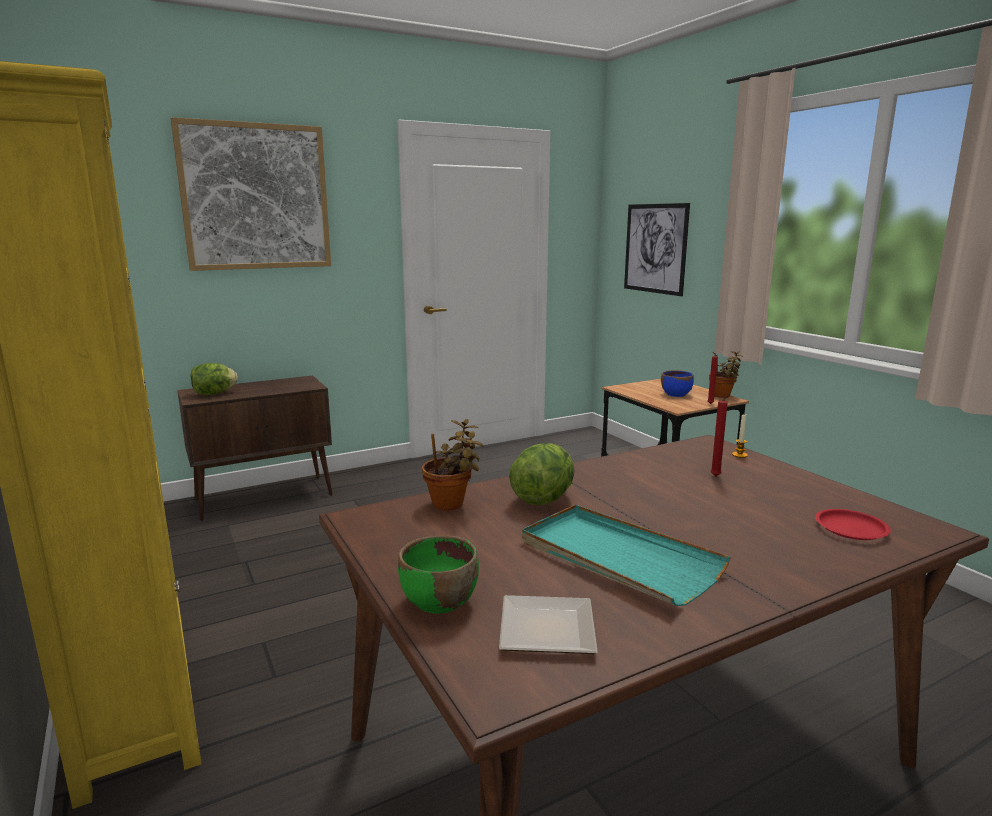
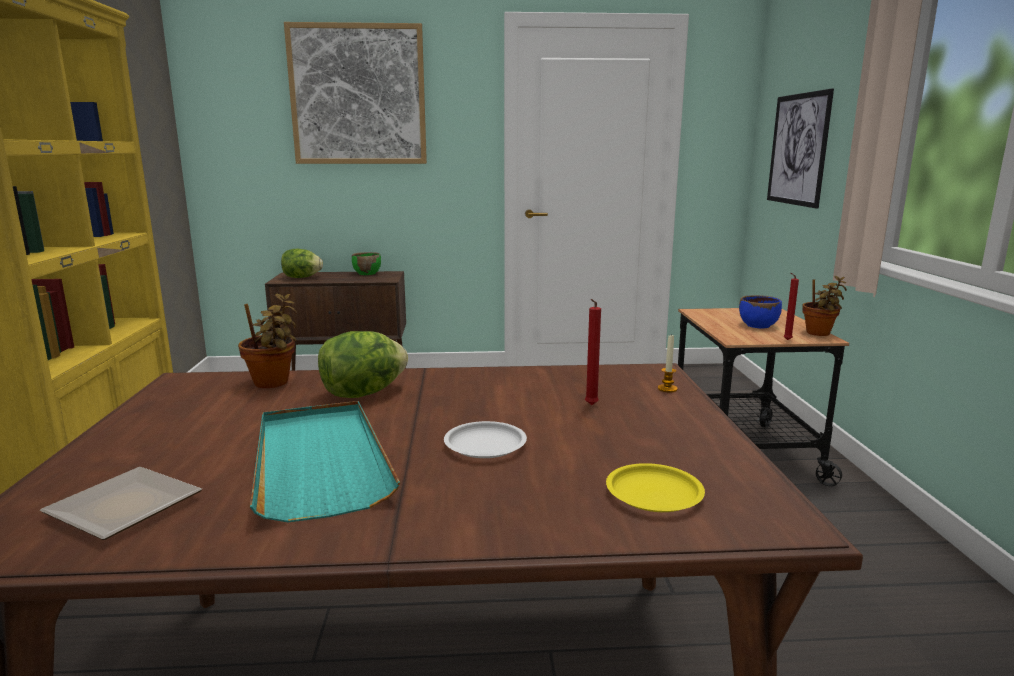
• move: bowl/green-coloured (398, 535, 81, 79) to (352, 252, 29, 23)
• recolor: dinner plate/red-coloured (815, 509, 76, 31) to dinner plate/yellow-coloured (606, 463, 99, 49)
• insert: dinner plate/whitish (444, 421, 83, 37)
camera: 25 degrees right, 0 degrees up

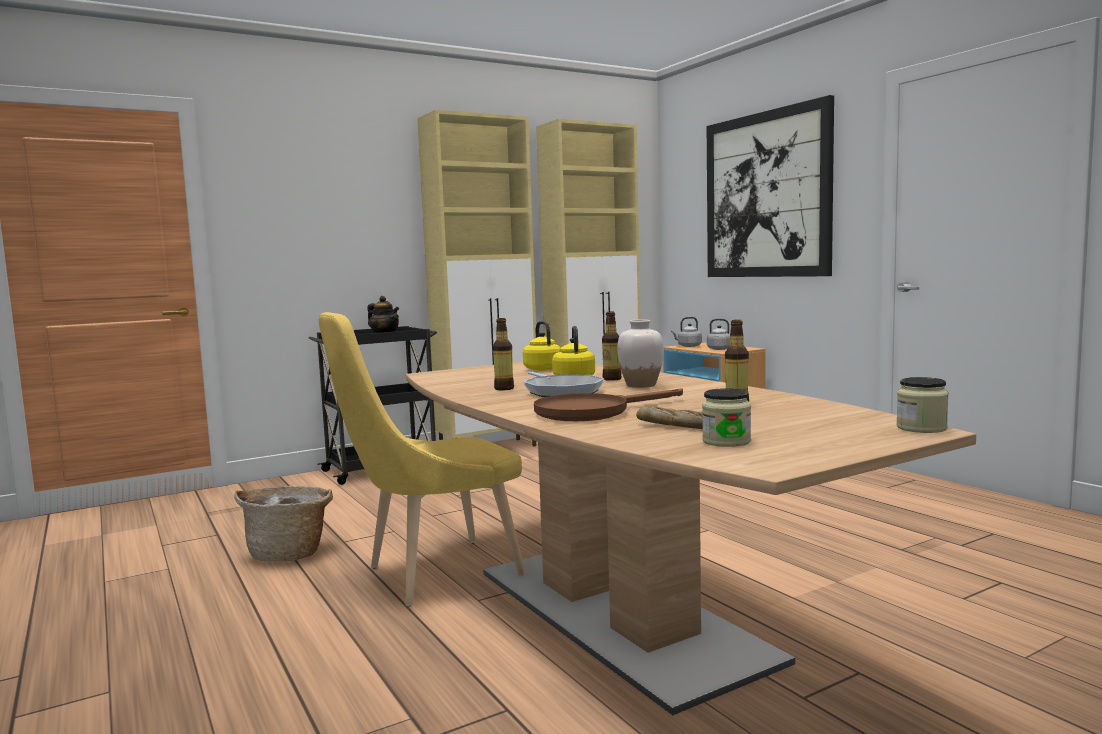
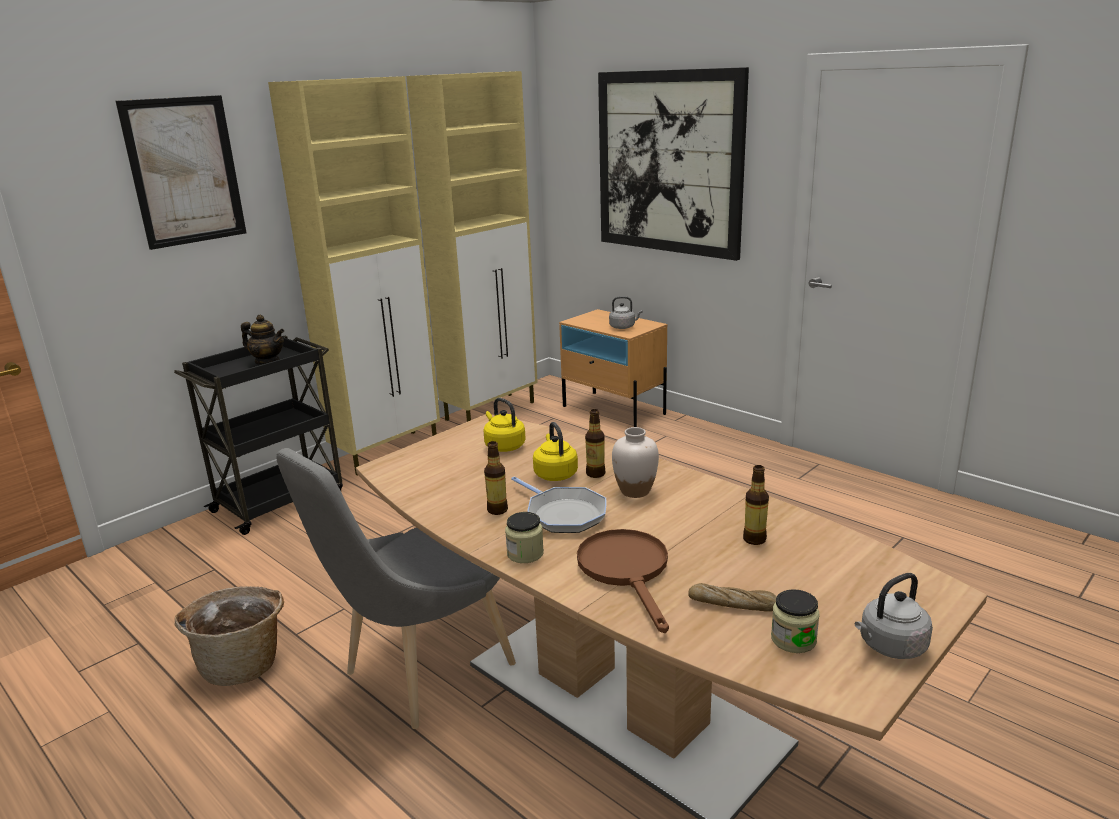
• recolor: plain chair/yellow-coloured (318, 312, 208, 295) to plain chair/gray (276, 448, 240, 281)
• rotate: frying pan/brown-coloured (534, 388, 149, 33) = (577, 529, 92, 104) 120 degrees clockwise
• move: water kettle/gray (671, 317, 31, 30) to (855, 573, 78, 86)
• move: storage jar (896, 377, 53, 56) to (505, 512, 39, 51)
• insert: wall art (116, 95, 131, 155)
camera: 15 degrees left, 15 degrees up

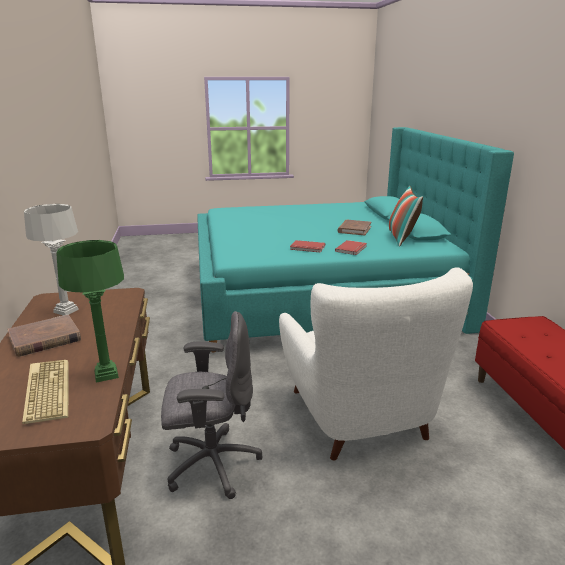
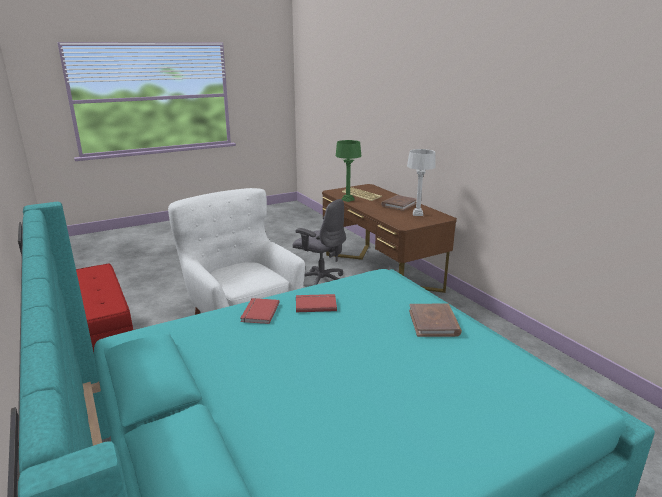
• rotate: computer chair/gray (161, 311, 101, 188) = (293, 199, 53, 86) 120 degrees counterclockwise
• move: bound book/brown-coloured (338, 220, 34, 16) to (409, 304, 53, 33)
• delete: pillow (389, 186, 34, 61)
camera: 160 degrees right, 0 degrees up

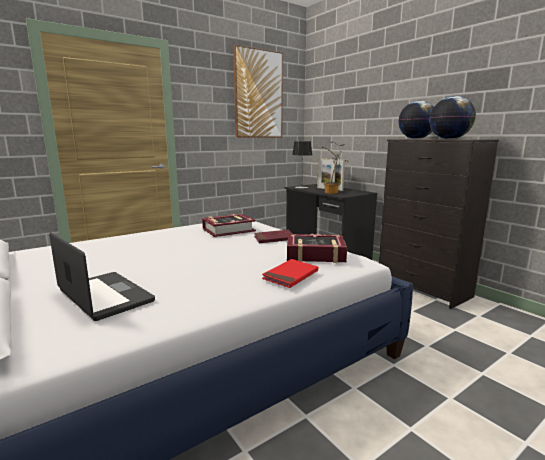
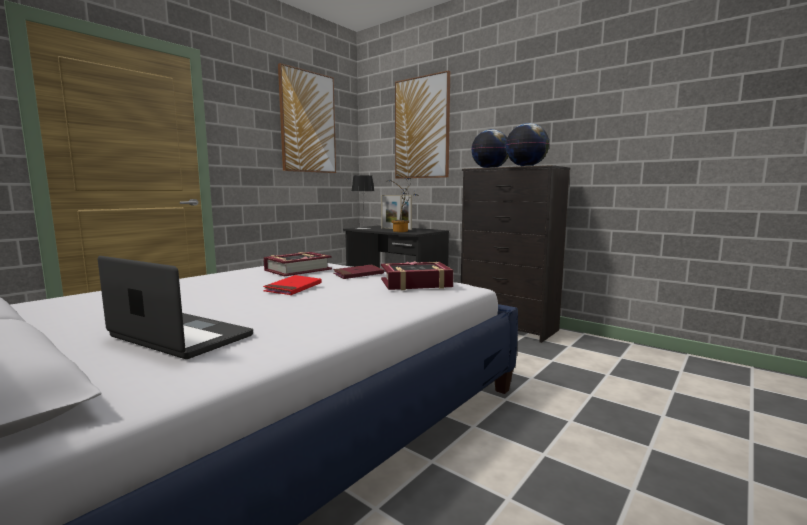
• move: bound book/red-coloured (262, 259, 56, 29) to (263, 275, 59, 20)
• insert: wall art (395, 71, 55, 108)
camera: 15 degrees left, 5 degrees down

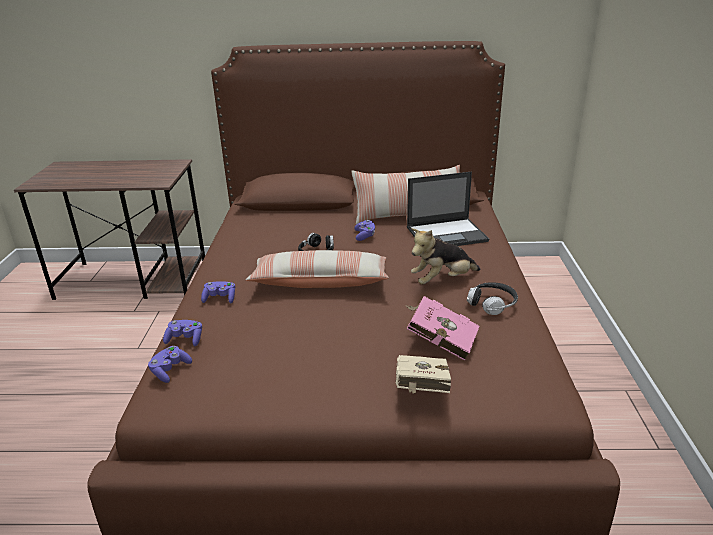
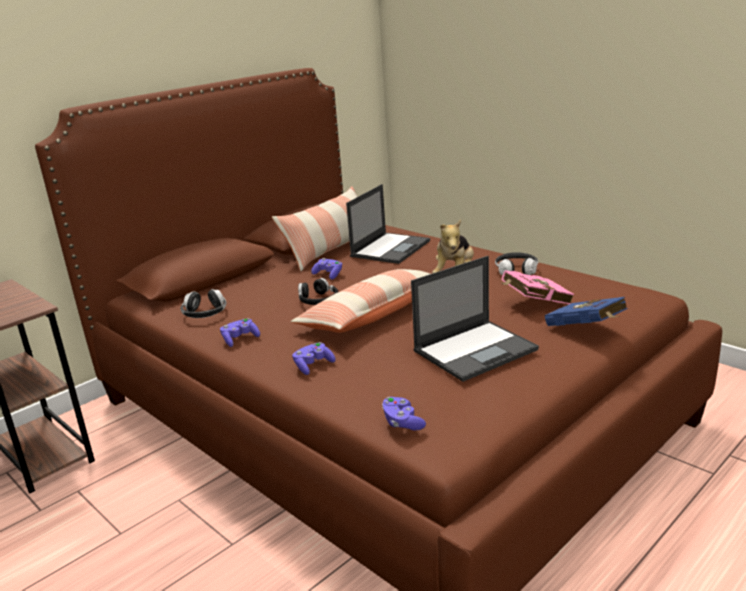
• move: joypad/purple-coloured (163, 320, 39, 26) to (220, 318, 40, 29)
• recolor: bound book/beige-coloured (396, 355, 55, 39) to bound book/blue (545, 297, 82, 29)
• insert: pair of headphones (180, 289, 47, 29)
• insert: laptop (411, 256, 128, 126)
camera: 45 degrees left, 5 degrees down

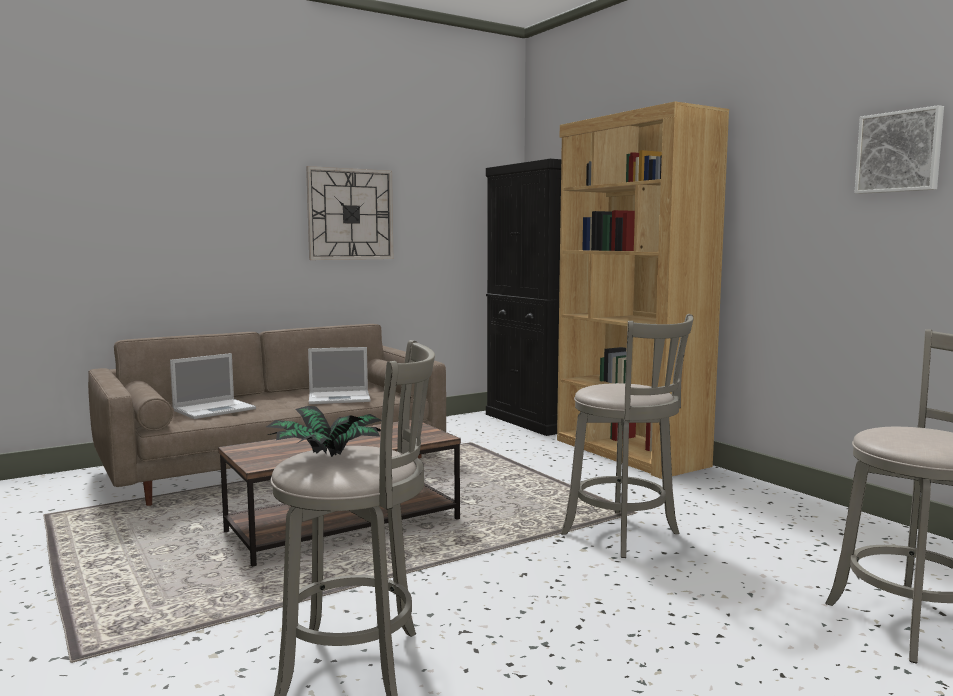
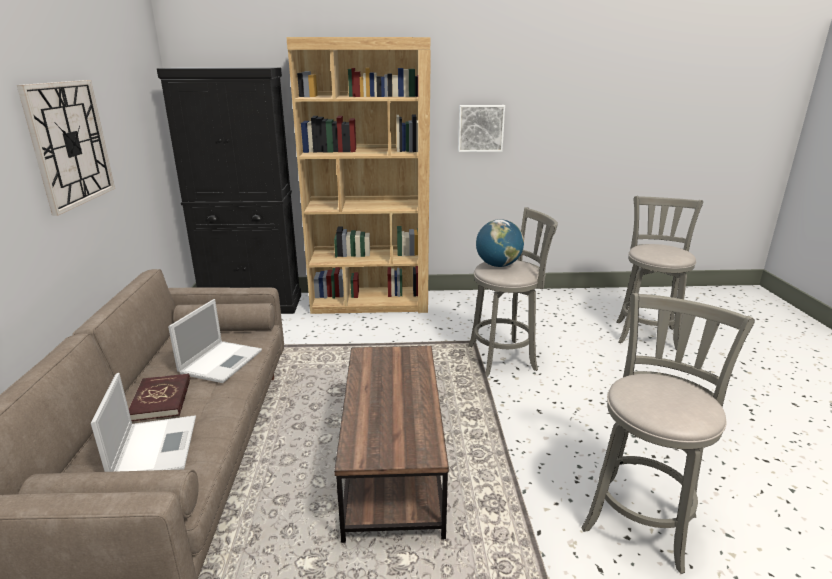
• delete: plant in a pot (266, 406, 115, 51)
• move: wall art (854, 105, 90, 89) to (458, 105, 47, 47)
• insert: bound book/red-coloured (129, 373, 61, 48)
• insert: world globe (476, 219, 48, 48)
camera: 60 degrees left, 15 degrees up

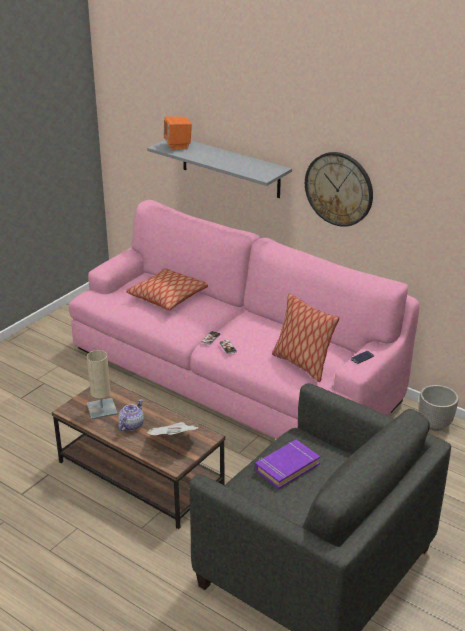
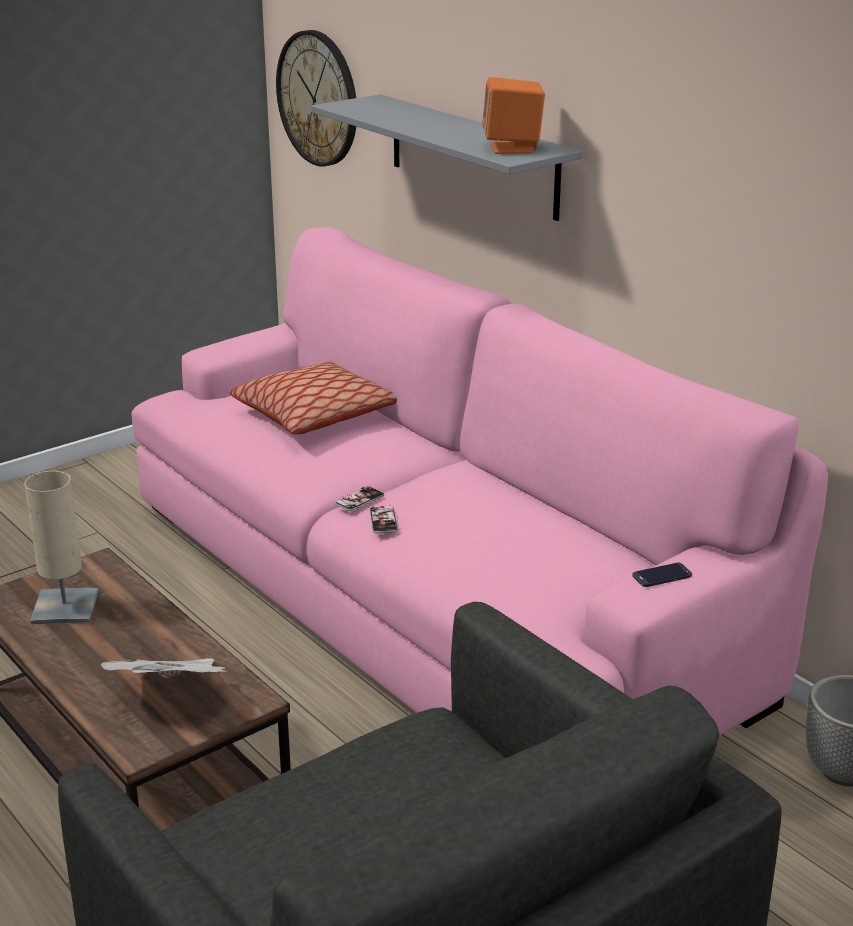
• delete: pot for tea (118, 399, 26, 32)
• move: loudspeaker/orangey (163, 117, 29, 33) to (482, 77, 63, 77)
• delete: bound book/purple-coloured (255, 440, 65, 49)
• delete: pillow (272, 293, 67, 89)
• move: wall clock (305, 152, 68, 75) to (276, 30, 80, 137)
camera: 15 degrees right, 5 degrees down

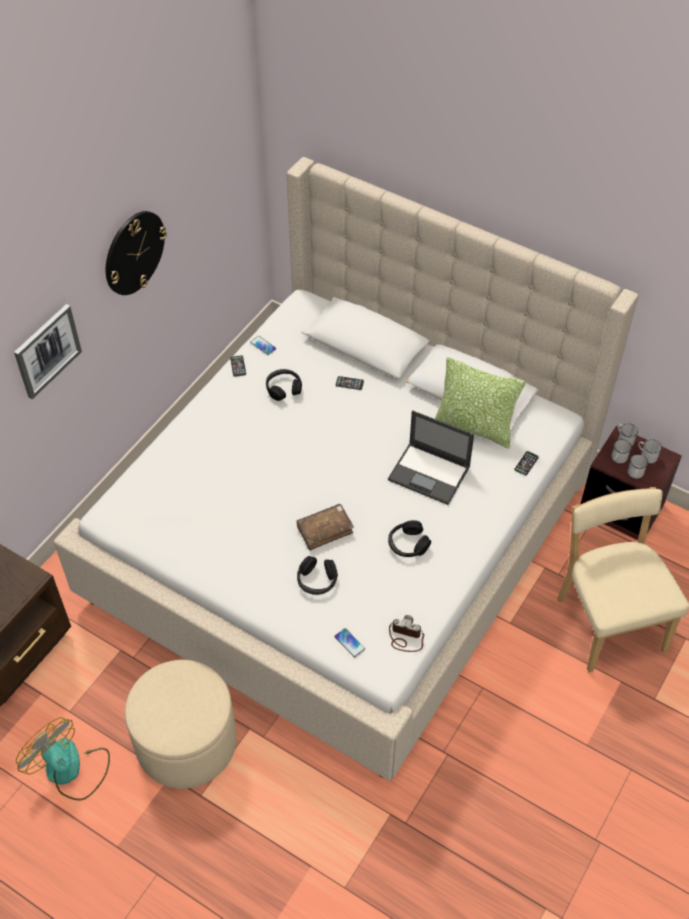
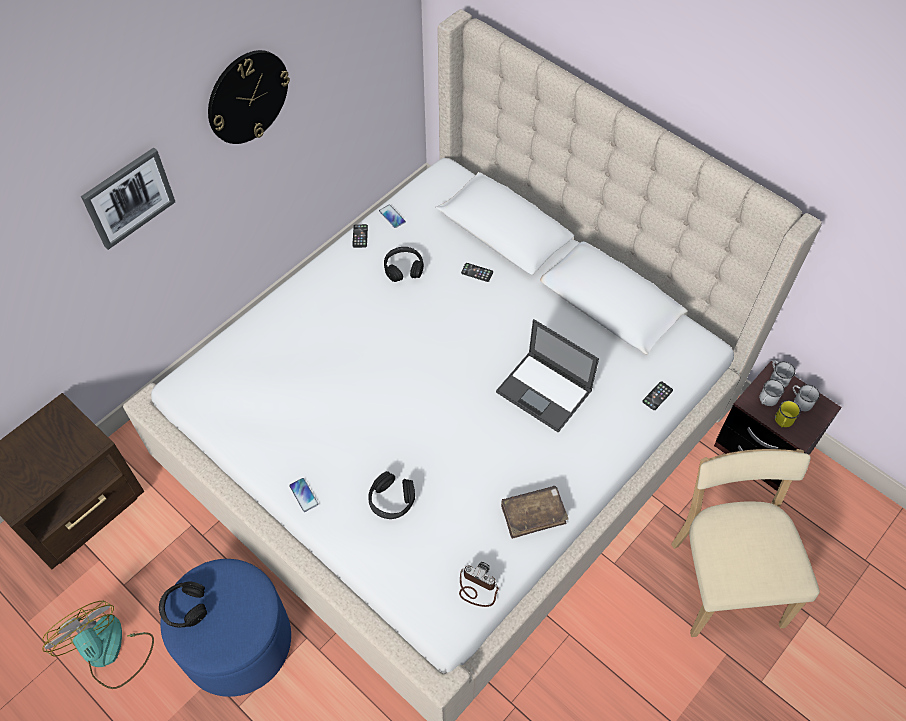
• recolor: pouffe/beige-coloured (125, 660, 112, 129) to pouffe/blue (160, 559, 131, 138)
• move: bound book/brown-coloured (297, 504, 57, 47) to (501, 486, 67, 53)
• move: telephone (334, 628, 31, 29) to (289, 478, 29, 34)
• move: pair of headphones/black (388, 520, 43, 37) to (159, 581, 48, 47)
• delete: pillow (435, 357, 91, 92)
• recolor: tea mug/whitish (627, 454, 21, 25) to tea mug/yellow-coloured (775, 400, 26, 28)
camera: 10 degrees right, 5 degrees up

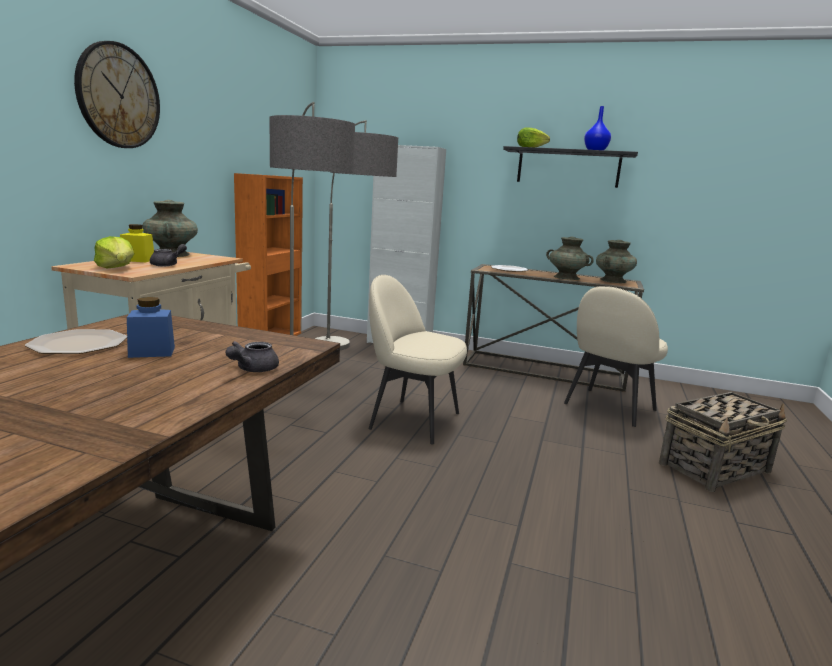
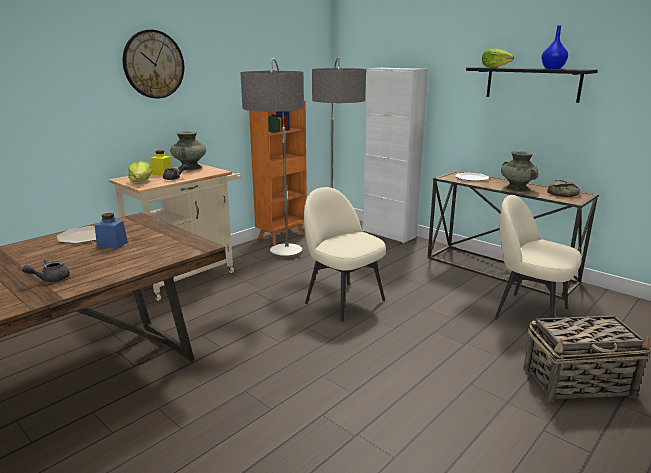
• move: pot for tea/gray (225, 341, 54, 31) to (22, 259, 48, 23)
• rotate: plain chair/beige-coloured (564, 286, 104, 141) = (494, 195, 88, 125) 60 degrees clockwise
• replace: decorative vase/turquoise (596, 240, 41, 43) to bakery bread (547, 180, 33, 17)
camera: 25 degrees right, 5 degrees up

